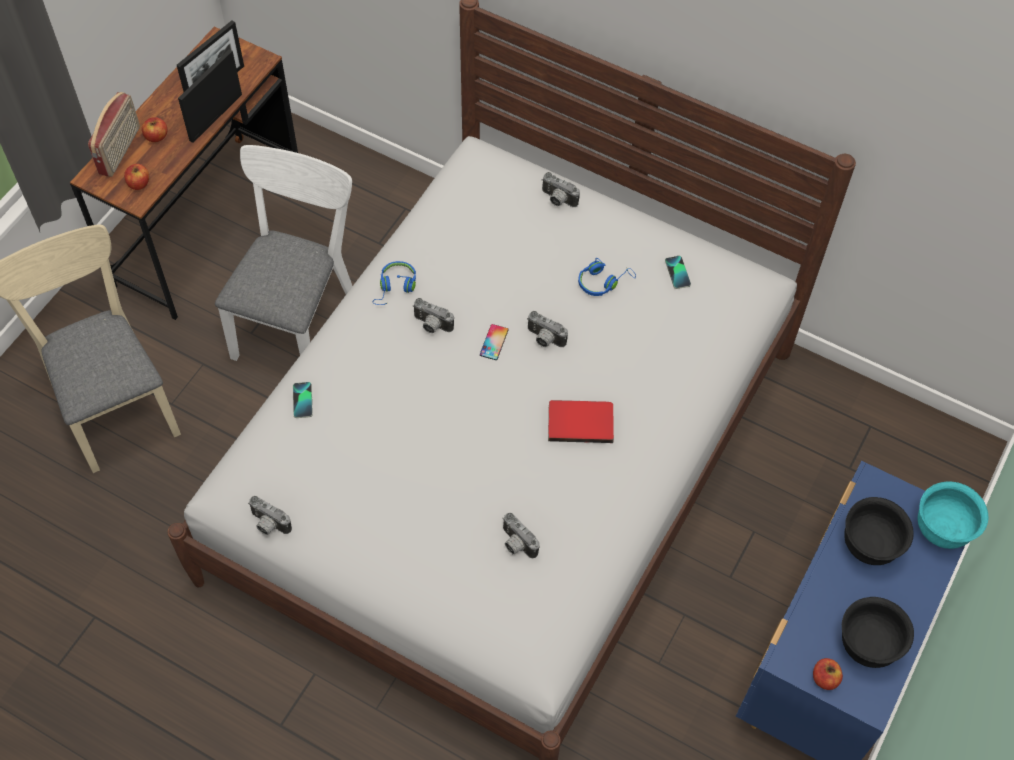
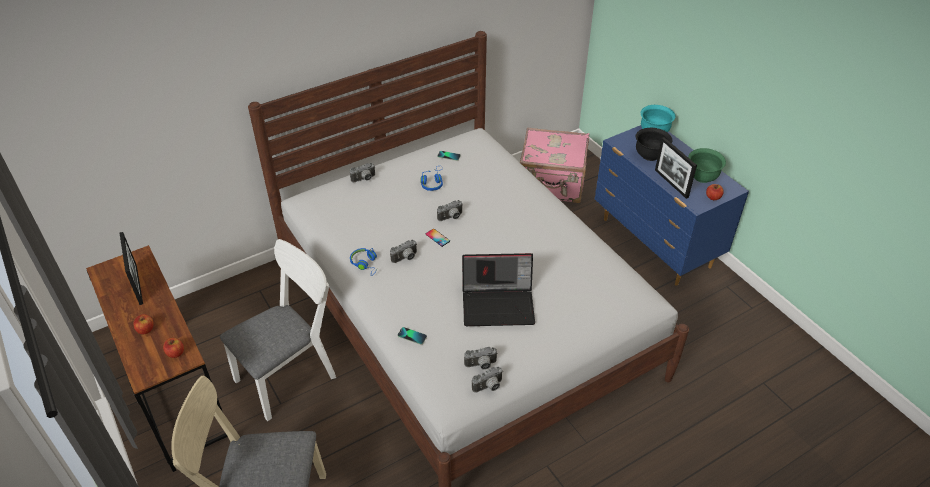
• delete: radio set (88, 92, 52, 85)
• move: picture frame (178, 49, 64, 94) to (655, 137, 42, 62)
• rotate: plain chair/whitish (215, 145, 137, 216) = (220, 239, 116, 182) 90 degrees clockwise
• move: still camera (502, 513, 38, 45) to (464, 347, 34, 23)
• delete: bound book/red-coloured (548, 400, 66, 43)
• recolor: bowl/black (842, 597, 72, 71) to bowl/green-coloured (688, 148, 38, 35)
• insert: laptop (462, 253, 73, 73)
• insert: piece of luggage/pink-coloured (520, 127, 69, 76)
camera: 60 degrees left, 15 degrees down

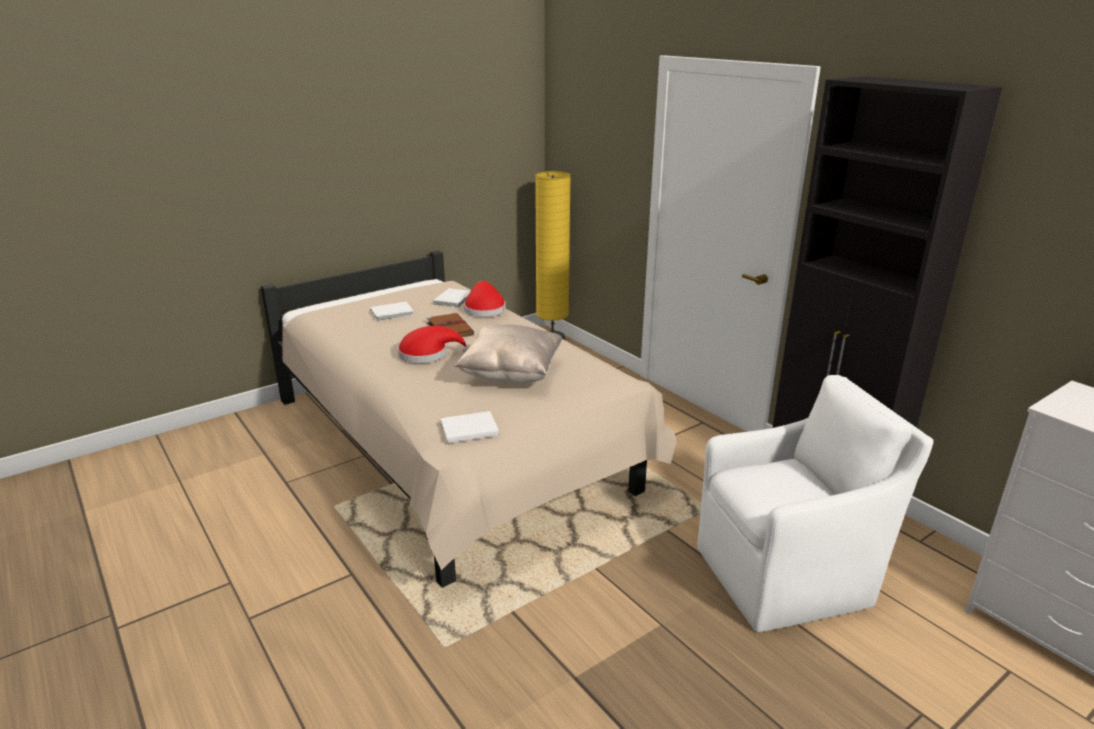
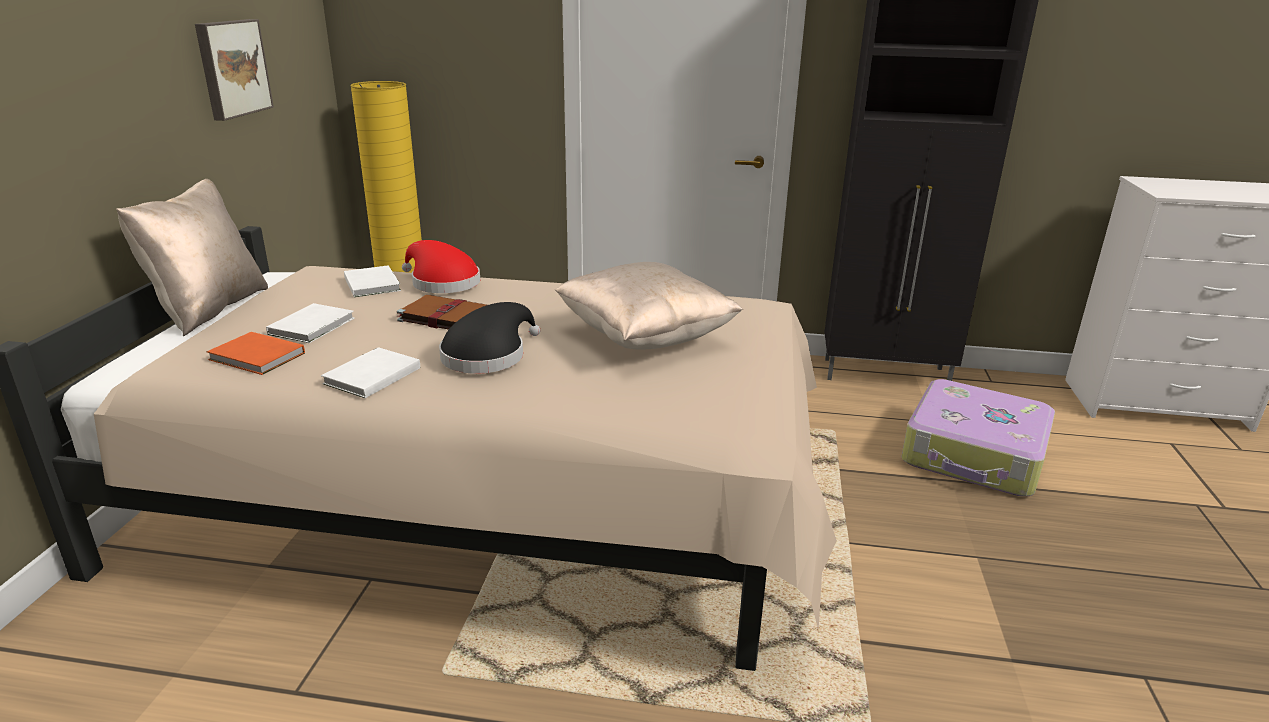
• recolor: wearable hat/red-coloured (398, 326, 71, 37) to wearable hat/black (439, 302, 101, 72)
• move: bound book/whitish (441, 411, 58, 32) to (321, 347, 99, 51)
• replace: lounge chair/whitish (697, 375, 236, 257) to piece of luggage (902, 379, 153, 117)
• insert: pillow/beige-coloured (116, 179, 152, 157)
• insert: wall art (195, 19, 79, 102)
• insert: bound book/orangey (207, 332, 98, 43)
camera: 45 degrees left, 0 degrees up

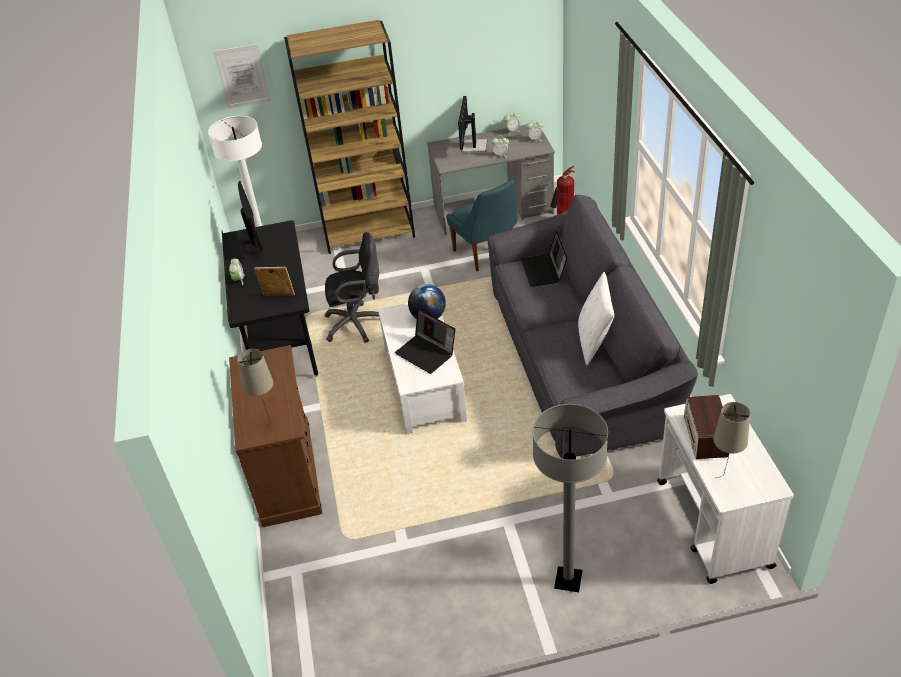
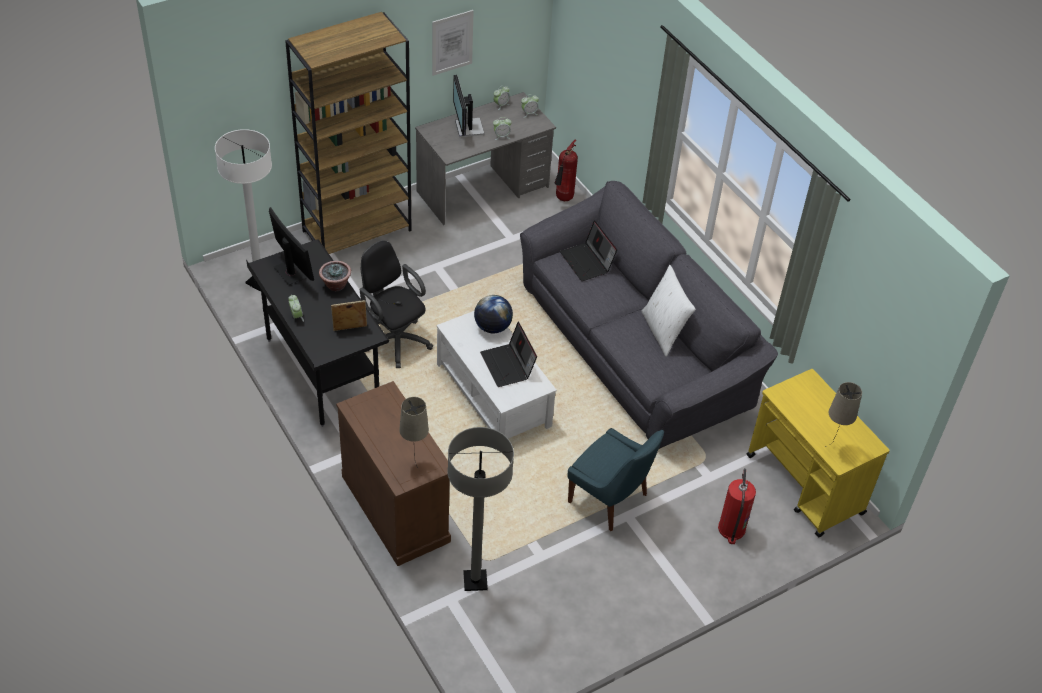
• move: wall art (213, 44, 58, 64) to (432, 10, 42, 66)
• rotate: computer chair/black (324, 232, 55, 111) = (360, 240, 73, 128) 105 degrees counterclockwise
• rotate: laptop (395, 309, 60, 65) = (480, 322, 57, 65) 45 degrees clockwise
• move: plain chair/blue (446, 180, 72, 91) to (568, 428, 96, 103)
• move: standing lamp/gray (532, 404, 76, 188) to (447, 427, 67, 164)
• recolor: trolley/whitish (657, 394, 137, 190) to trolley/yellow-coloured (746, 369, 144, 169)
• delete: radio set (683, 395, 46, 64)
• insert: plant in a pot (319, 261, 32, 30)
• insert: extinguisher (718, 469, 38, 75)
camera: 25 degrees left, 5 degrees up

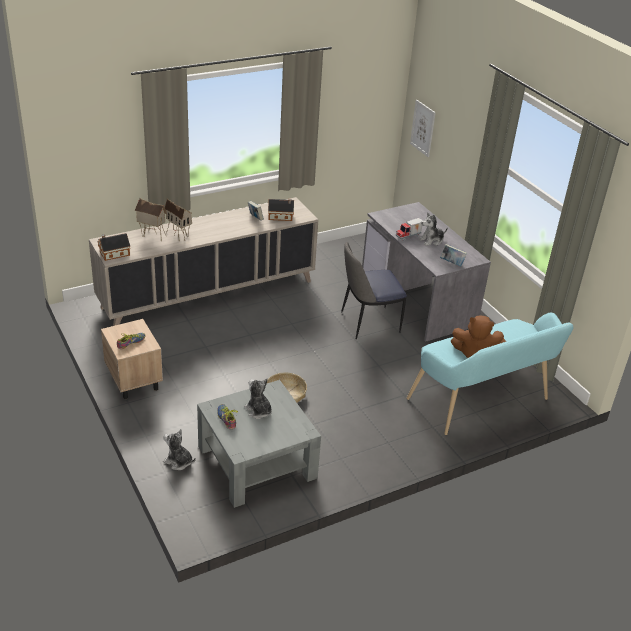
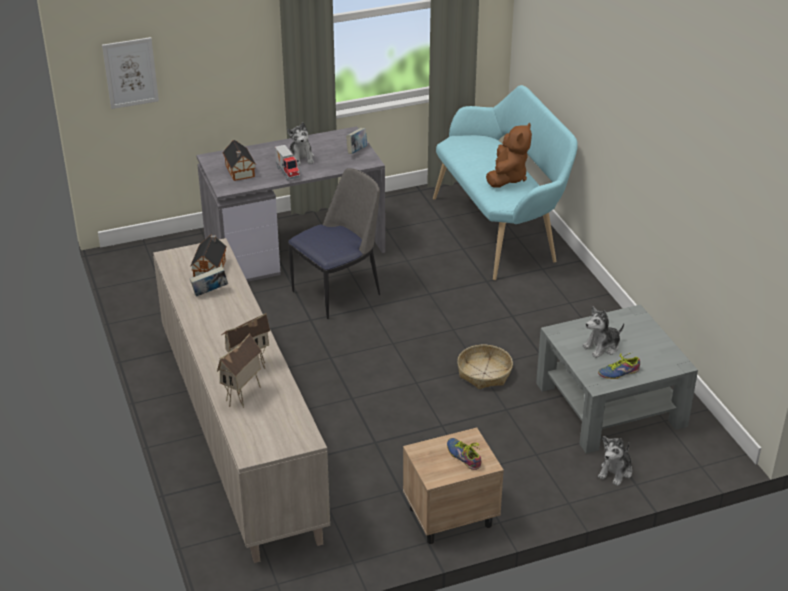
• move: miniature house (98, 233, 32, 28) to (223, 140, 33, 41)
• rotate: plain chair (341, 242, 66, 97) = (288, 168, 92, 151) 120 degrees counterclockwise
camera: 80 degrees left, 0 degrees up

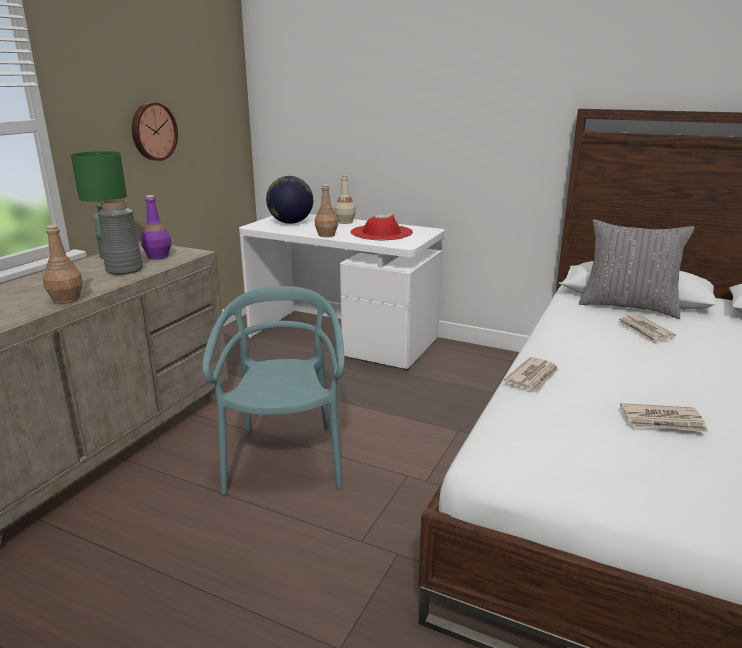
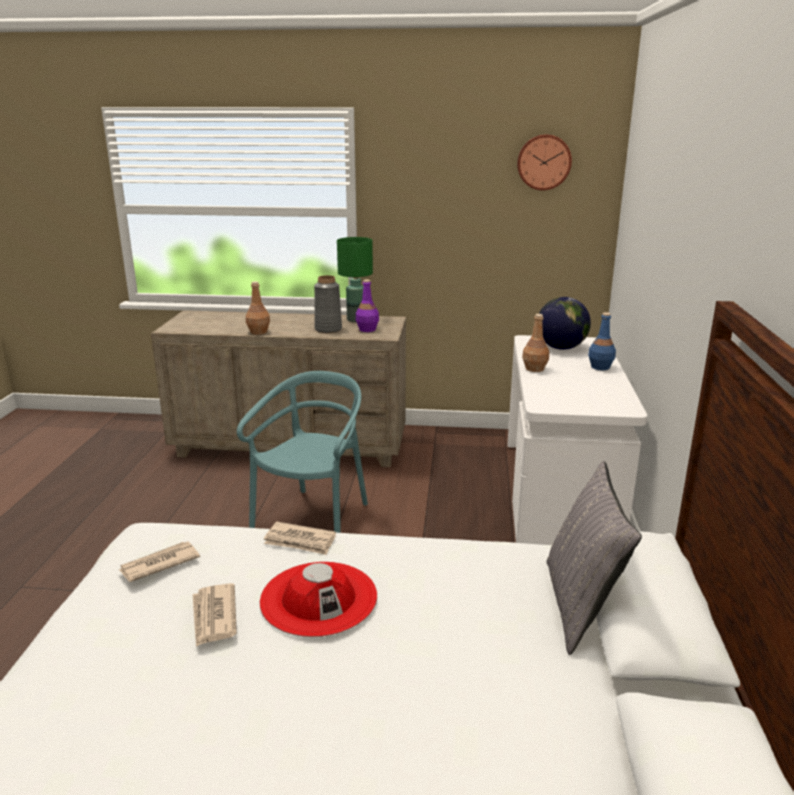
• move: wall clock (132, 102, 46, 59) to (517, 134, 55, 57)
• rotate: plain chair/turquoise (202, 286, 142, 209) = (237, 371, 131, 162) 45 degrees counterclockwise
• recolor: drink bottle/beige-coloured (334, 175, 22, 49) to drink bottle/blue (588, 312, 28, 58)
• move: wearable hat/red-coloured (351, 213, 62, 27) to (260, 562, 117, 75)
• move: printed paper (617, 315, 59, 28) to (119, 541, 81, 41)
camera: 70 degrees right, 0 degrees up

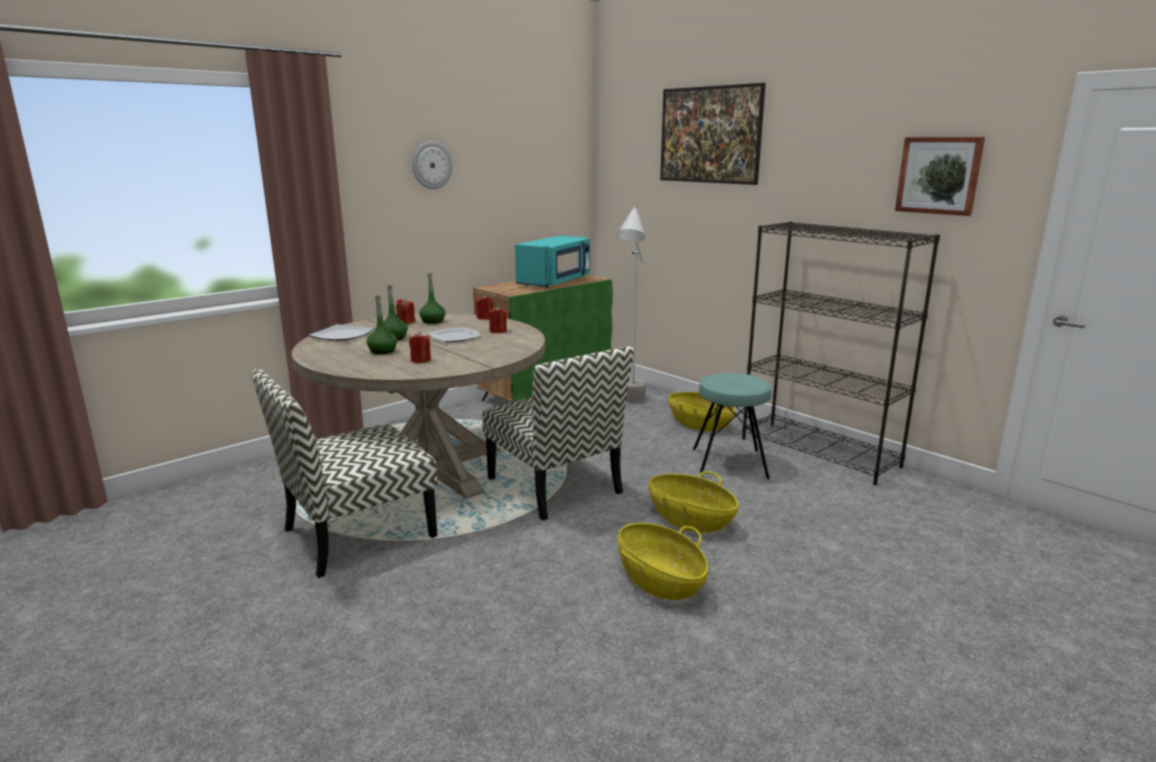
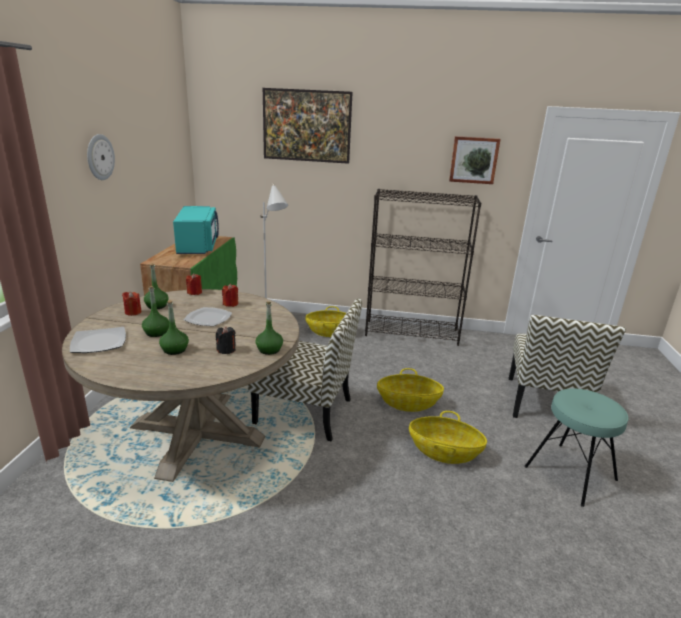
• move: plain chair (252, 368, 186, 210) to (509, 315, 117, 103)
• recolor: wax candle/red-coloured (409, 332, 22, 31) to wax candle/black (216, 326, 20, 28)
• move: stool/turquoise (693, 373, 79, 106) to (524, 388, 104, 119)
• insert: drink bottle/green-coloured (255, 301, 28, 54)
camera: 40 degrees left, 5 degrees up

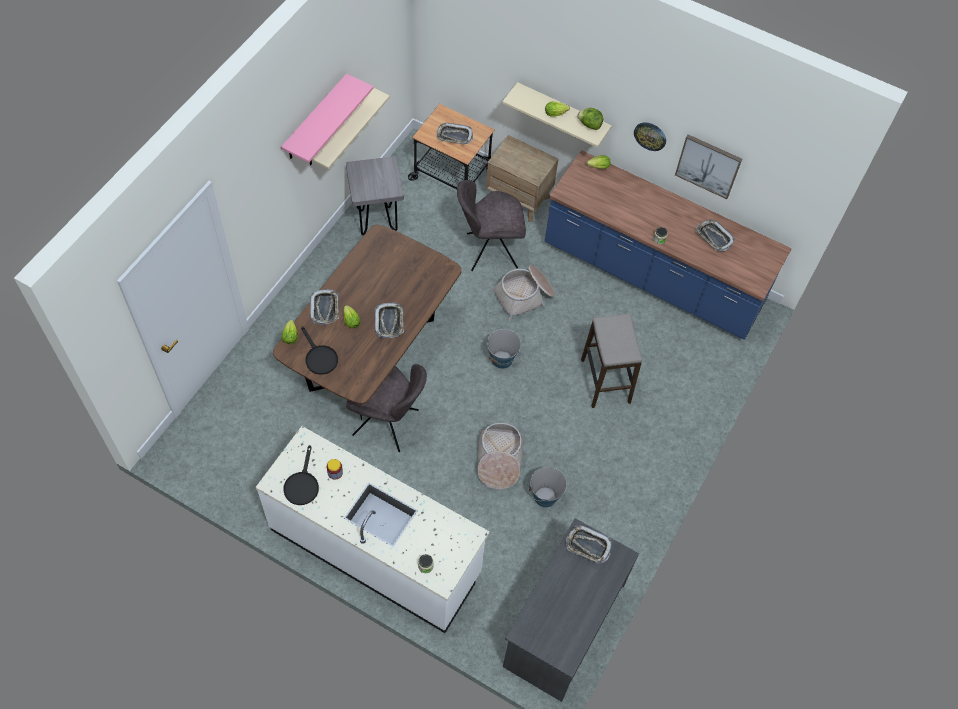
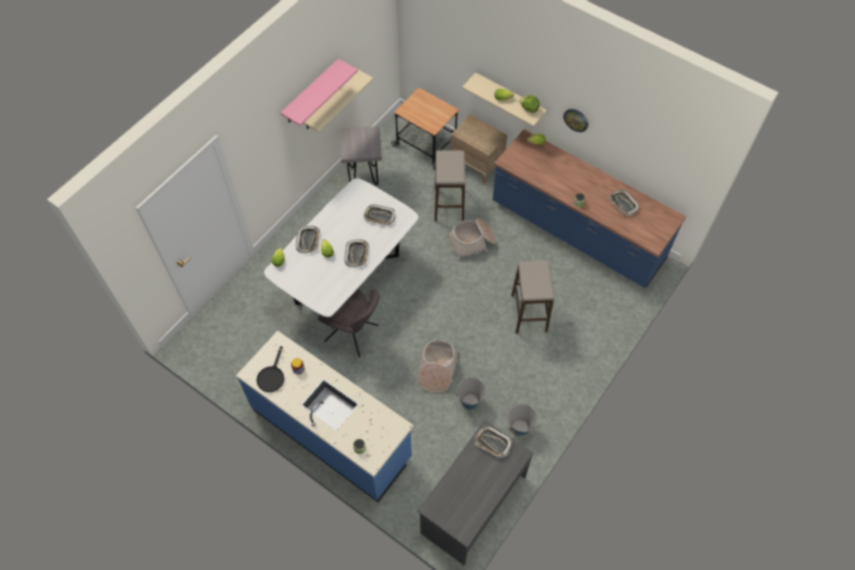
• recolor: counter/whitish (256, 426, 233, 207) to counter/blue (236, 330, 178, 172)
• recolor: dining table/brown-coloured (273, 225, 189, 195) to dining table/whitish (264, 178, 154, 152)
• delete: frying pan/black (301, 327, 37, 48)
• move: tray (436, 123, 37, 21) to (364, 204, 31, 21)
• replace: plain chair/gray (457, 180, 69, 91) to stool (435, 150, 30, 71)
• move: pail (486, 329, 35, 40) to (507, 404, 31, 32)
• delete: wall art (675, 134, 67, 65)
camera: 10 degrees right, 0 degrees up

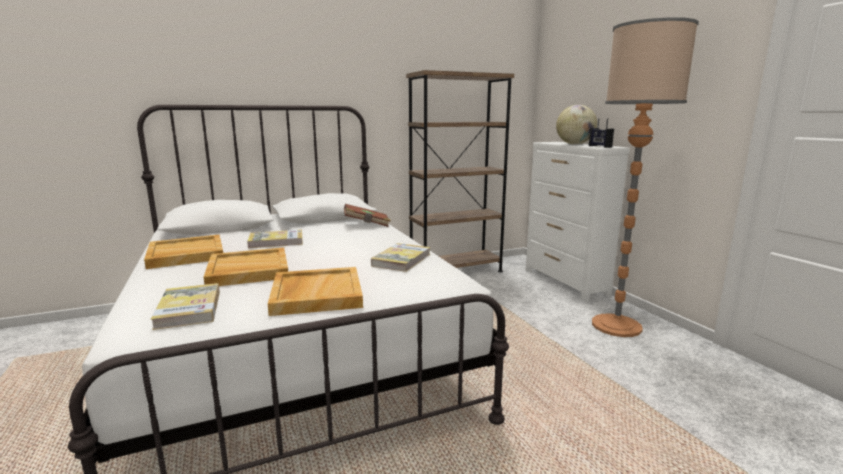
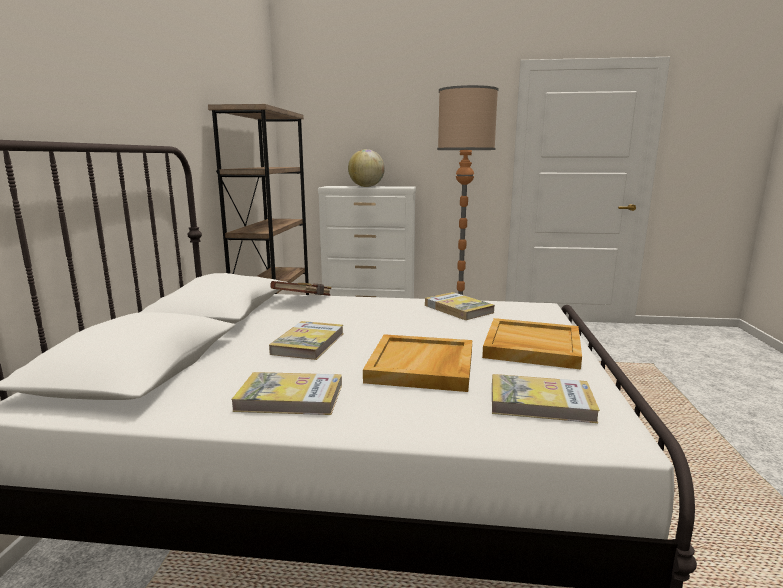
• replace: tray/beige-coloured (144, 235, 79, 34) to bound book (231, 372, 111, 43)
• delete: radio set (589, 118, 25, 30)
camera: 60 degrees left, 0 degrees up

